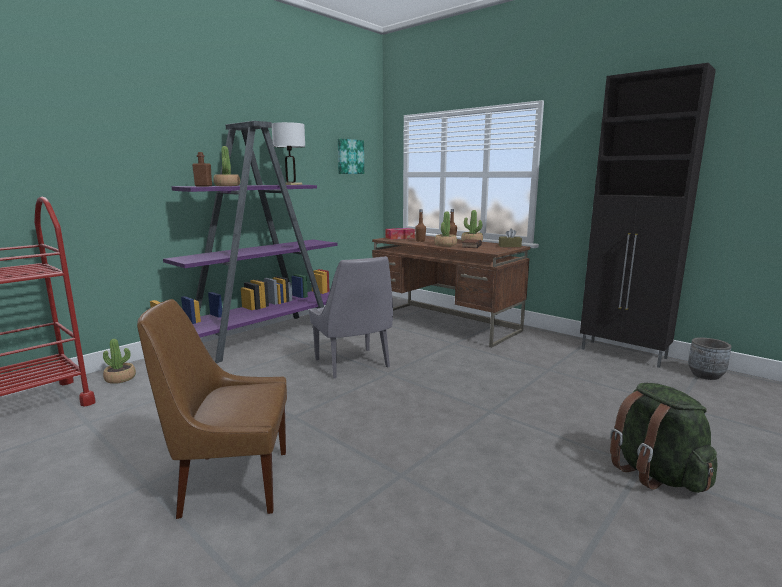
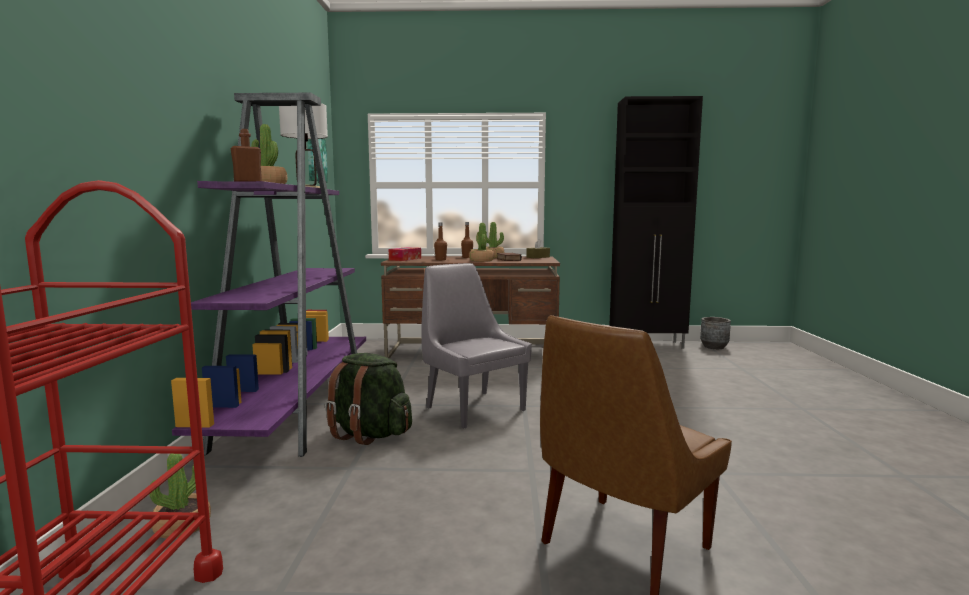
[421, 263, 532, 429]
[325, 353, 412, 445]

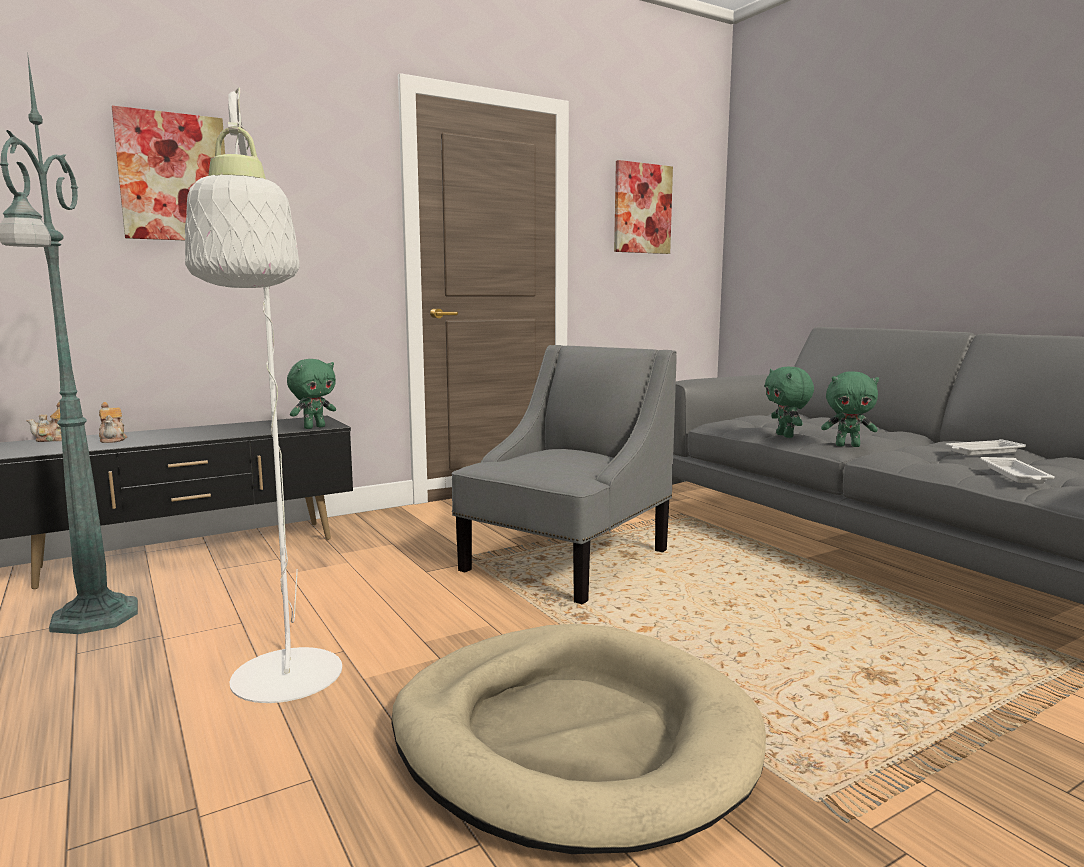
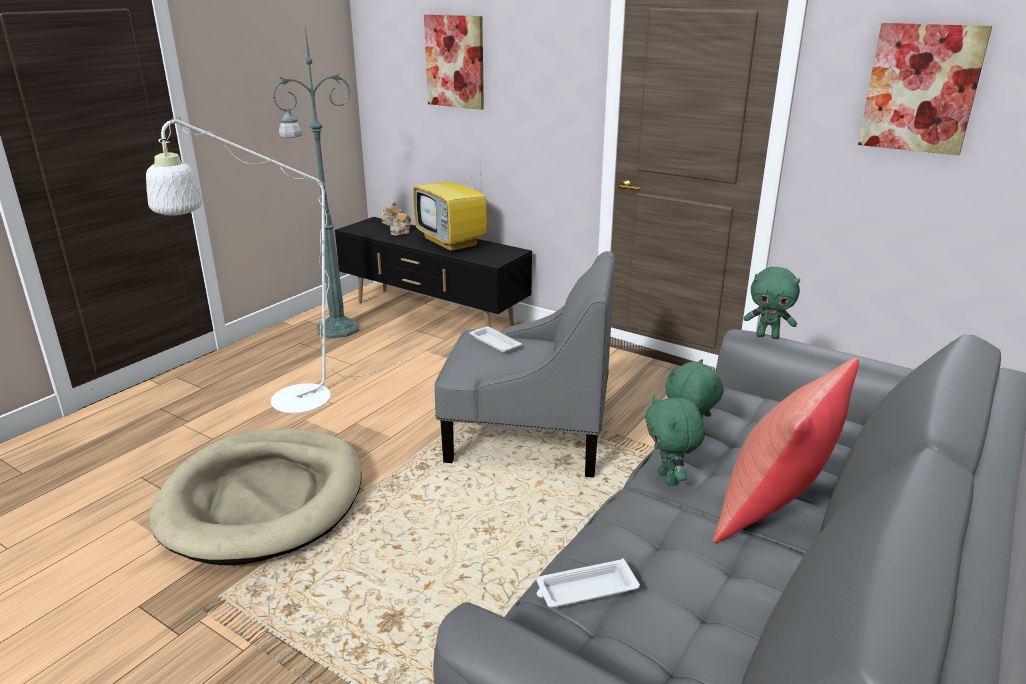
[744, 267, 800, 339]
[470, 327, 522, 353]
[413, 158, 487, 252]
[713, 358, 859, 543]

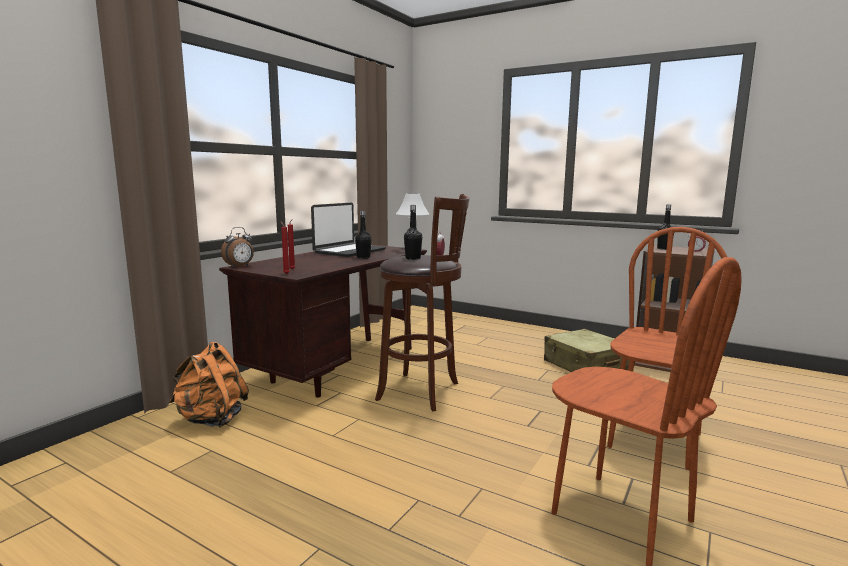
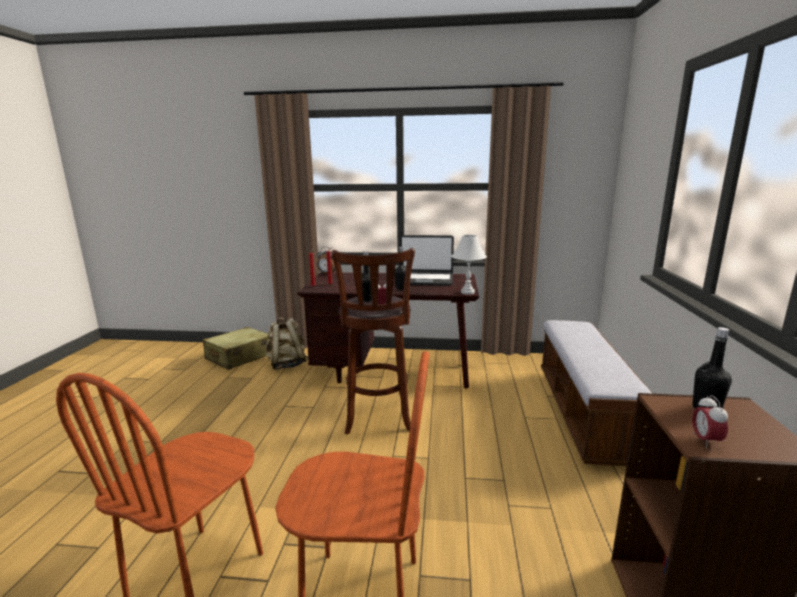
[266, 317, 308, 370]
[203, 327, 269, 370]
[541, 320, 653, 466]

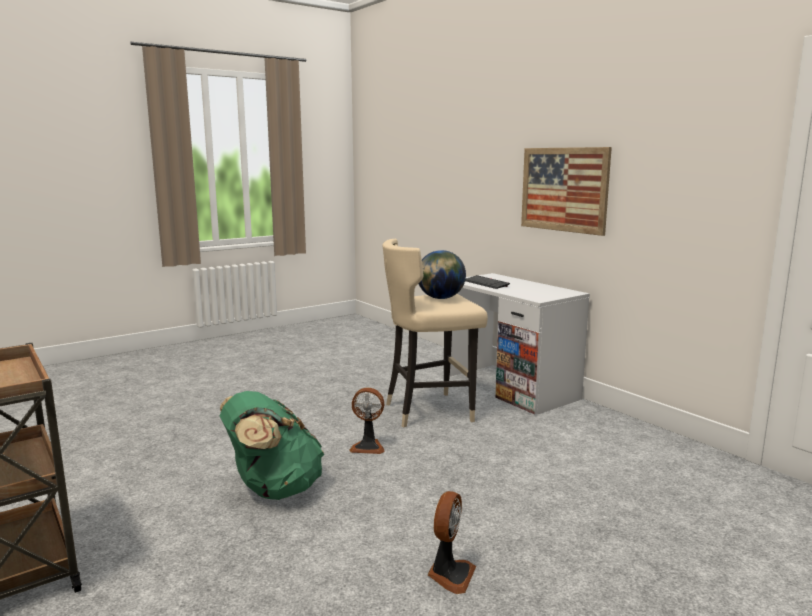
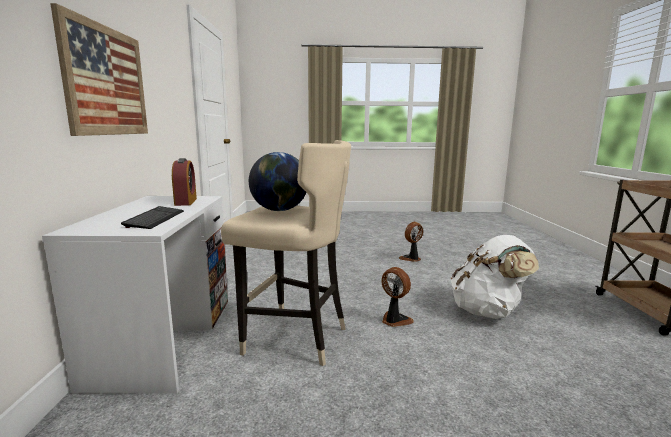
[451, 235, 539, 319]
[172, 158, 197, 206]

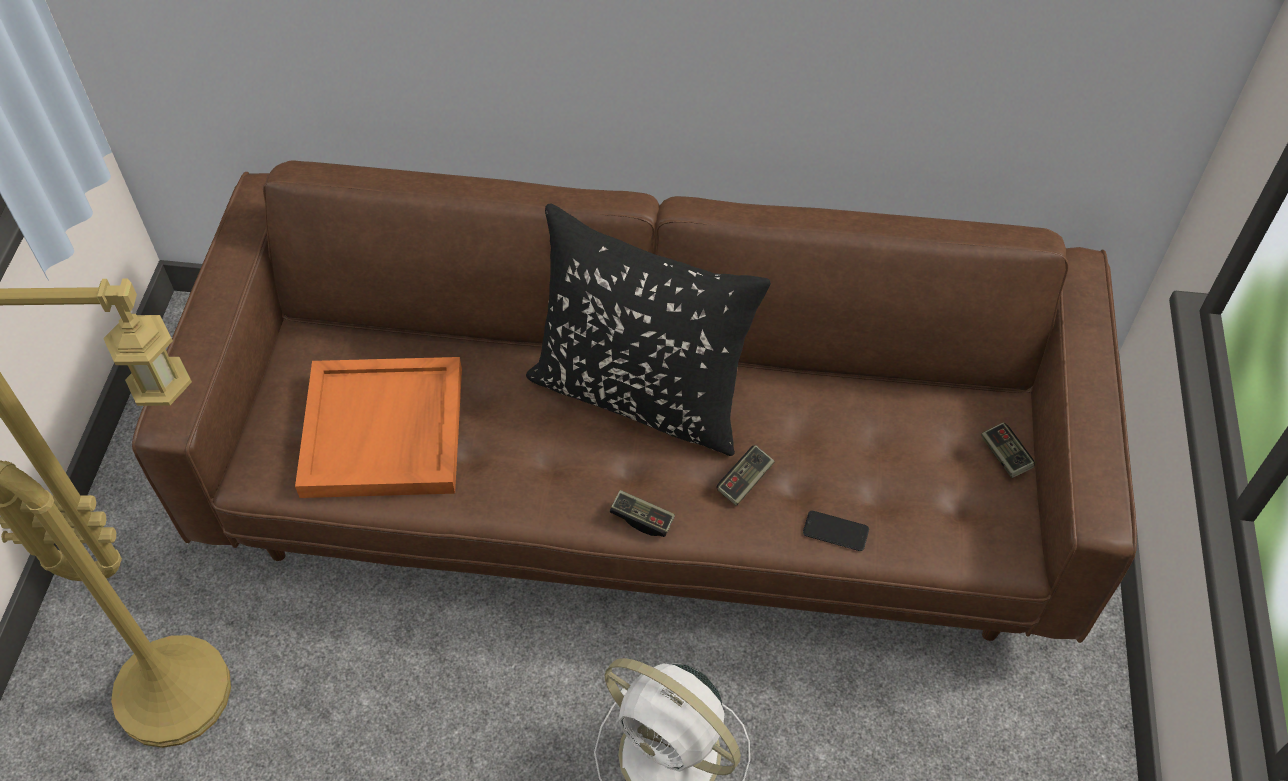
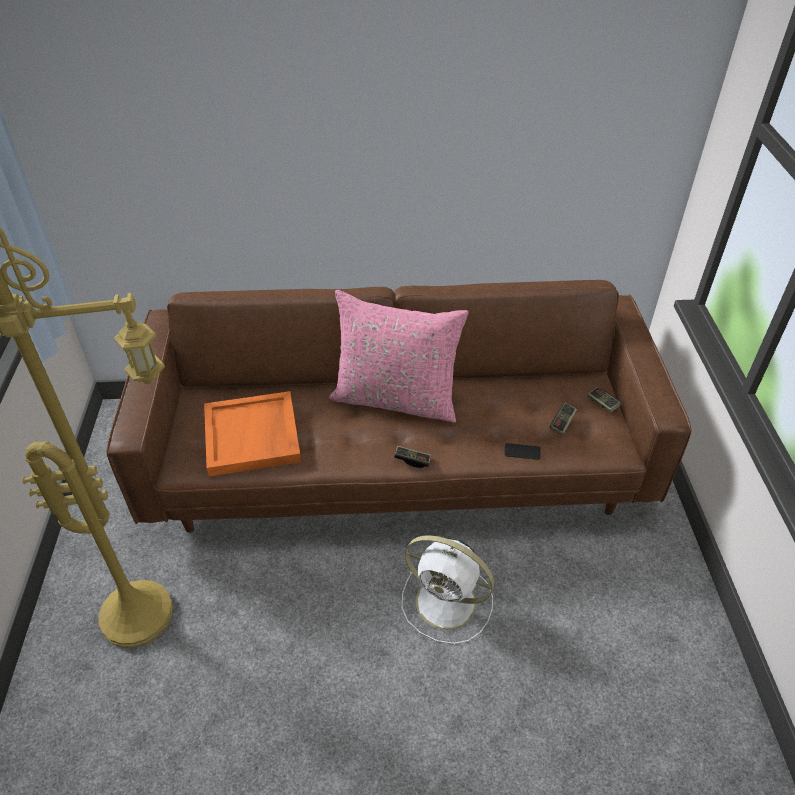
[329, 290, 469, 423]
[550, 402, 577, 435]

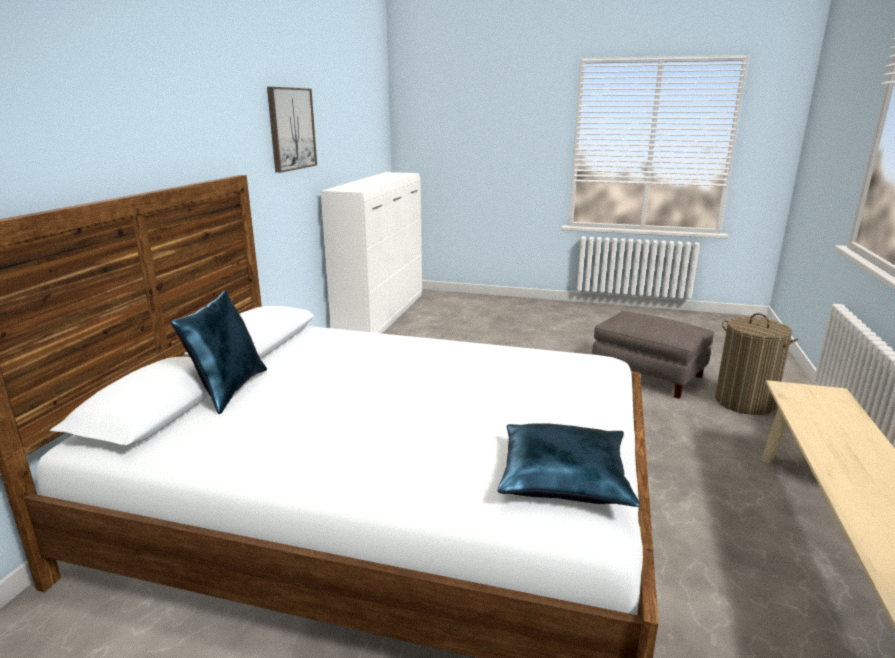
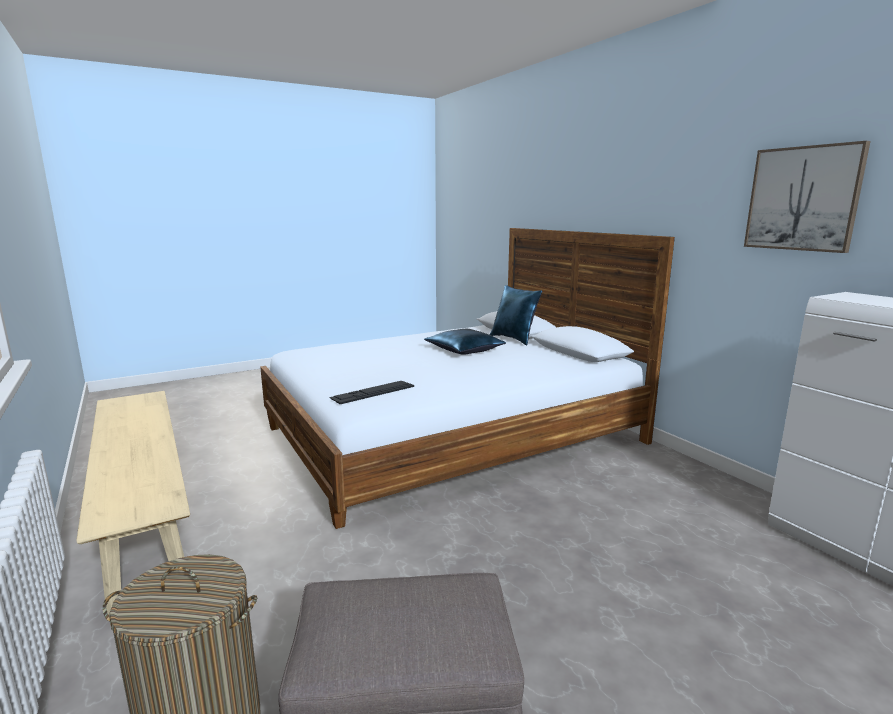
[424, 329, 506, 355]
[329, 381, 414, 404]

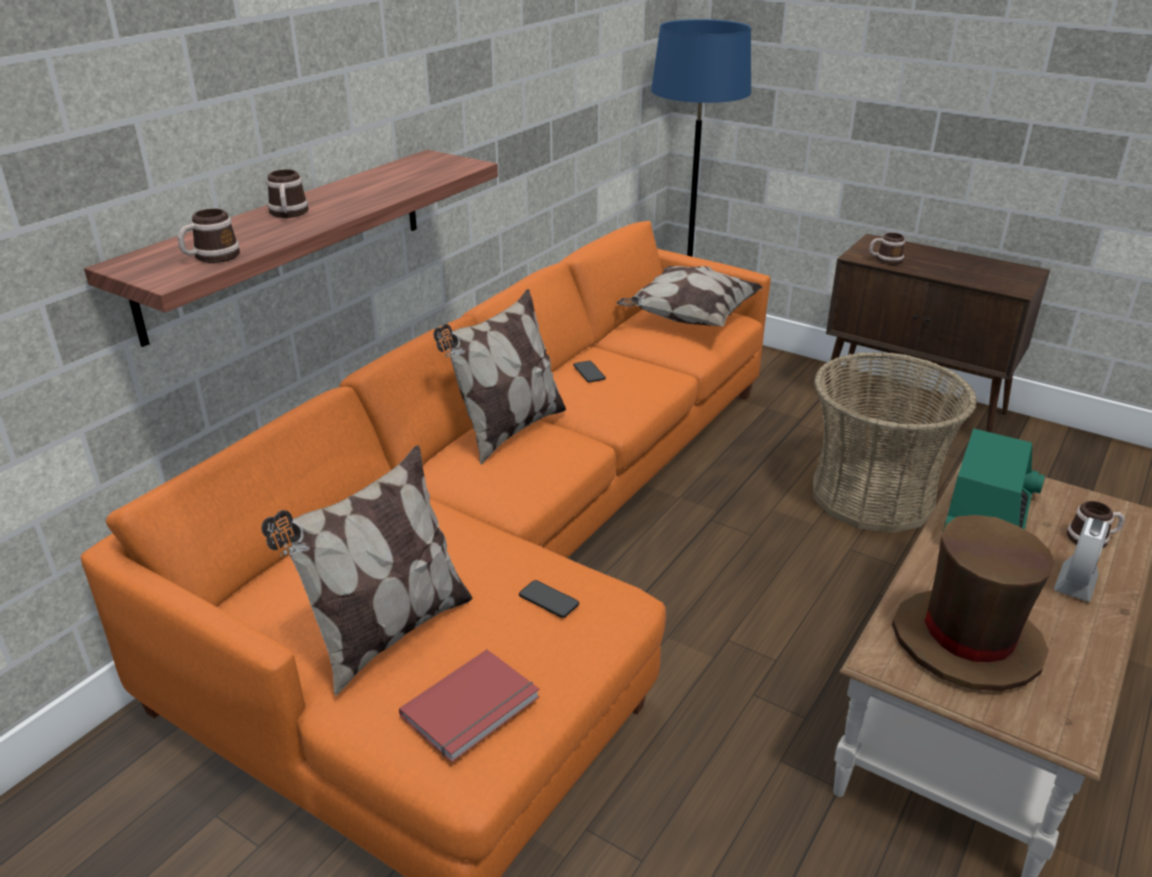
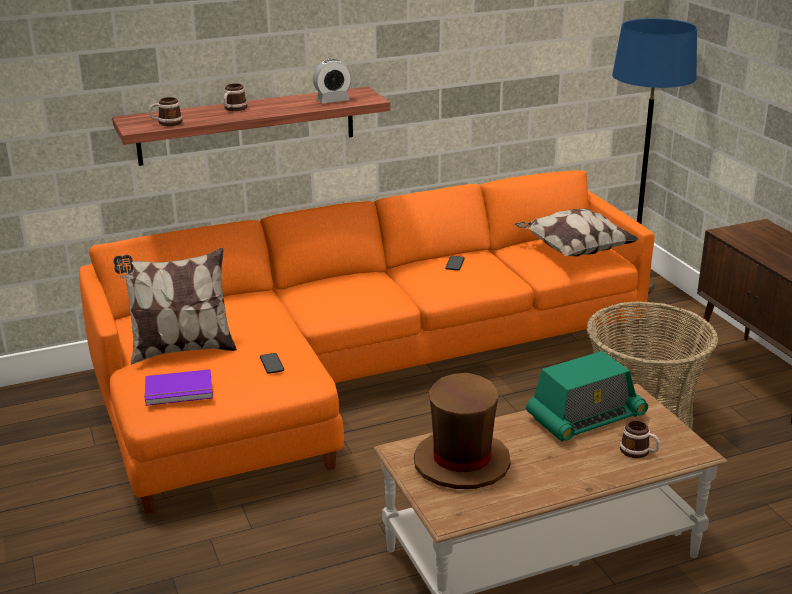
[144, 369, 213, 406]
[433, 289, 566, 465] (first image)
[869, 233, 905, 265] (first image)
[313, 59, 352, 103]

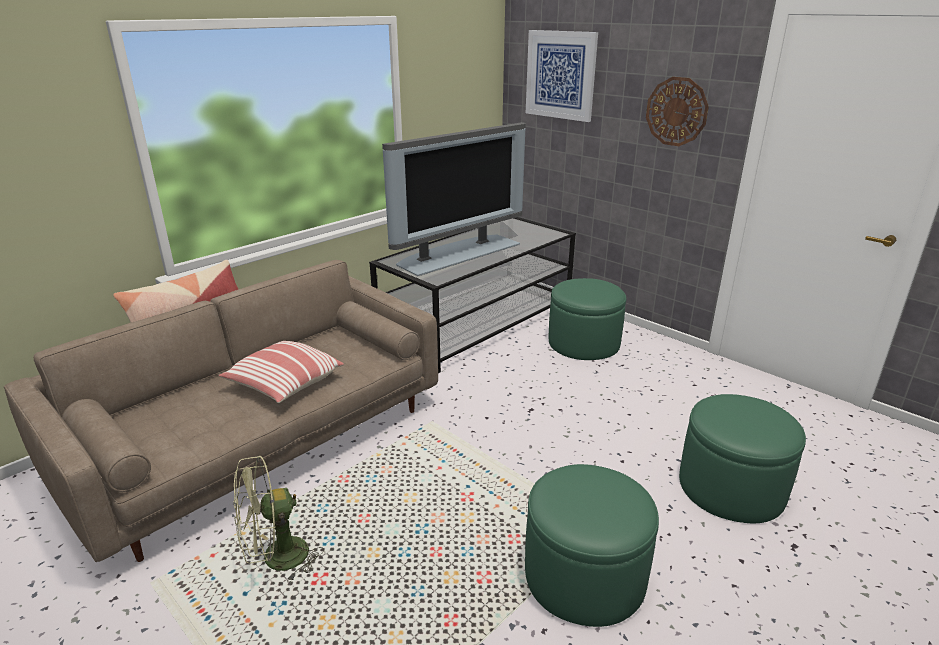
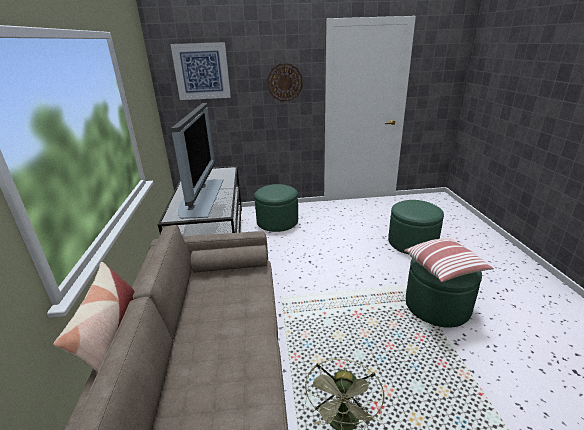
[404, 238, 494, 282]

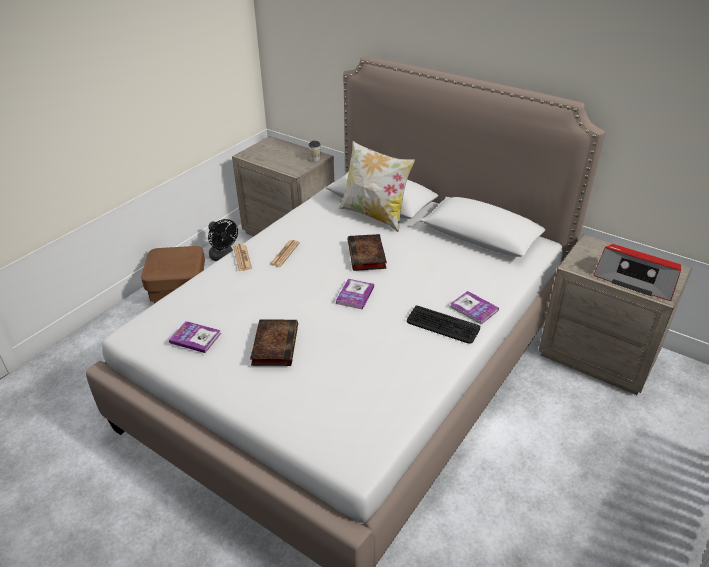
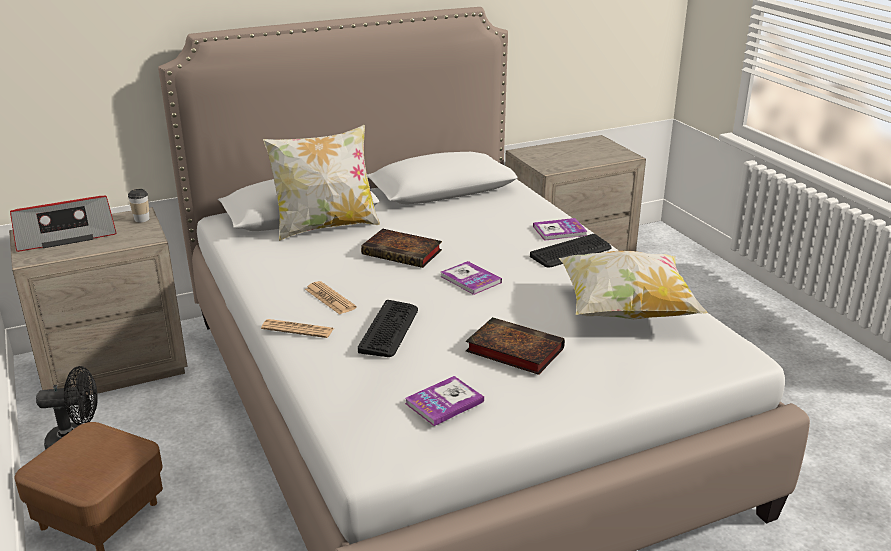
[10, 195, 117, 252]
[358, 300, 418, 357]
[559, 251, 708, 319]

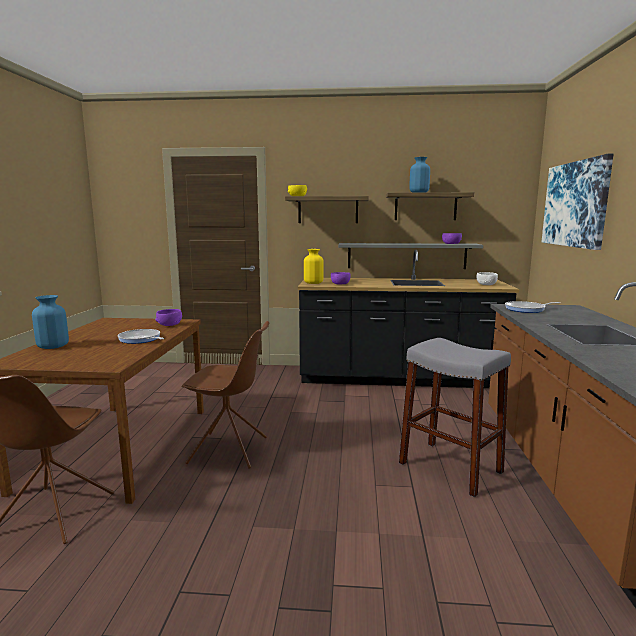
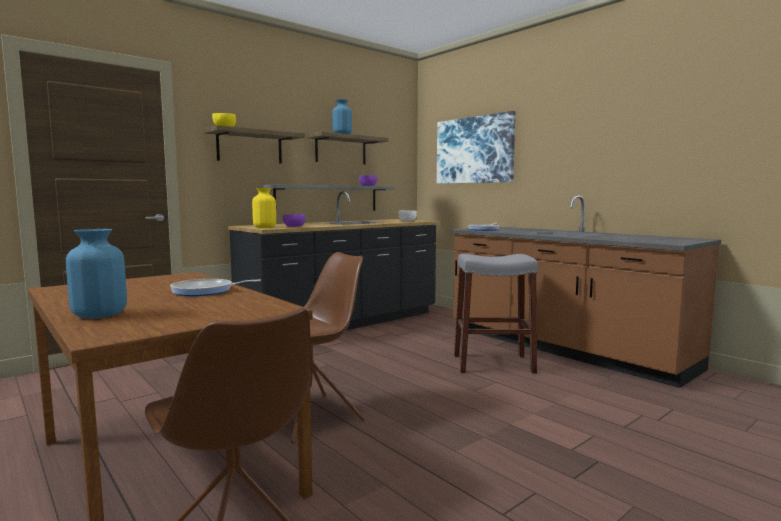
[155, 309, 182, 326] (first image)

